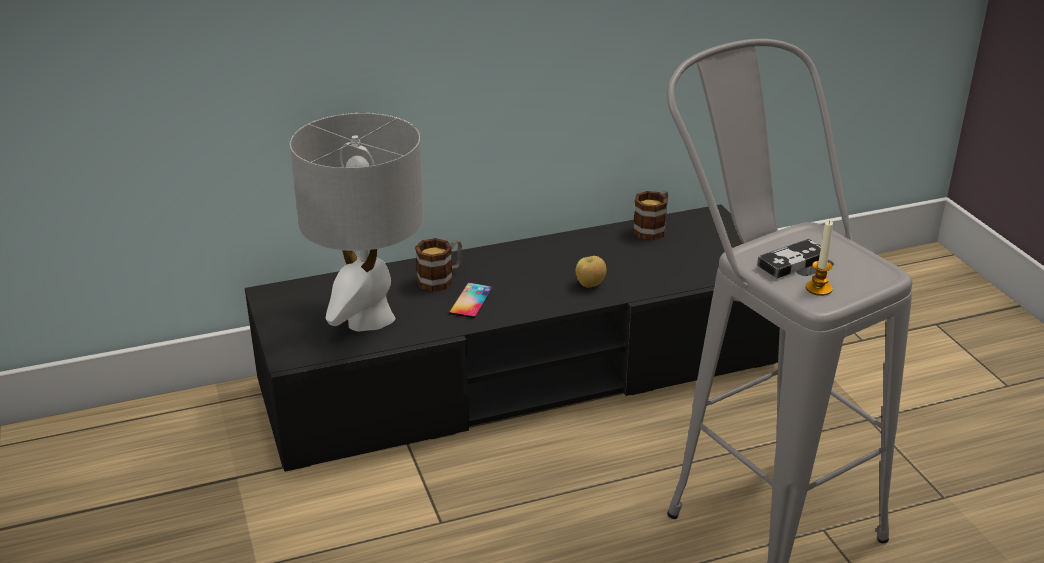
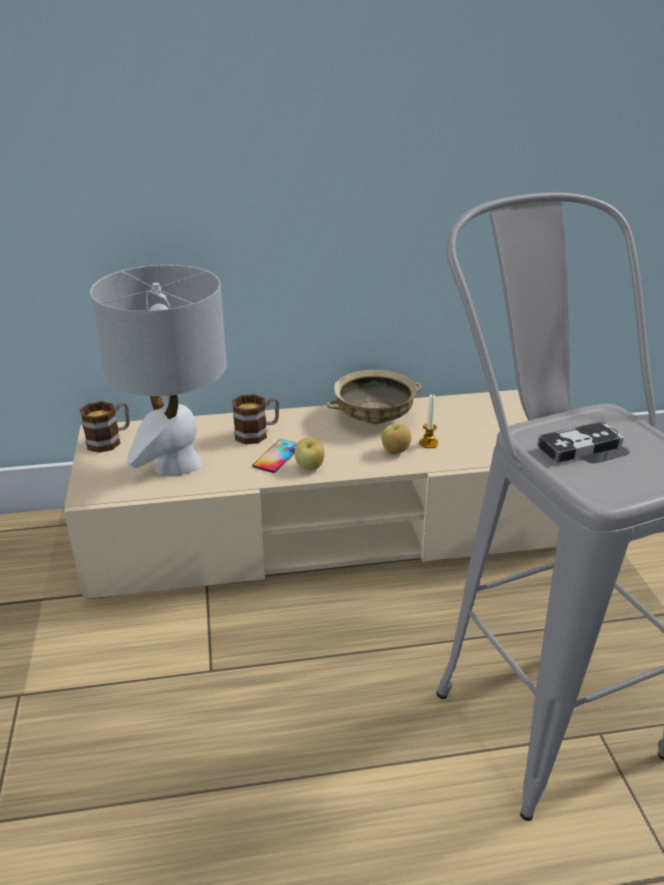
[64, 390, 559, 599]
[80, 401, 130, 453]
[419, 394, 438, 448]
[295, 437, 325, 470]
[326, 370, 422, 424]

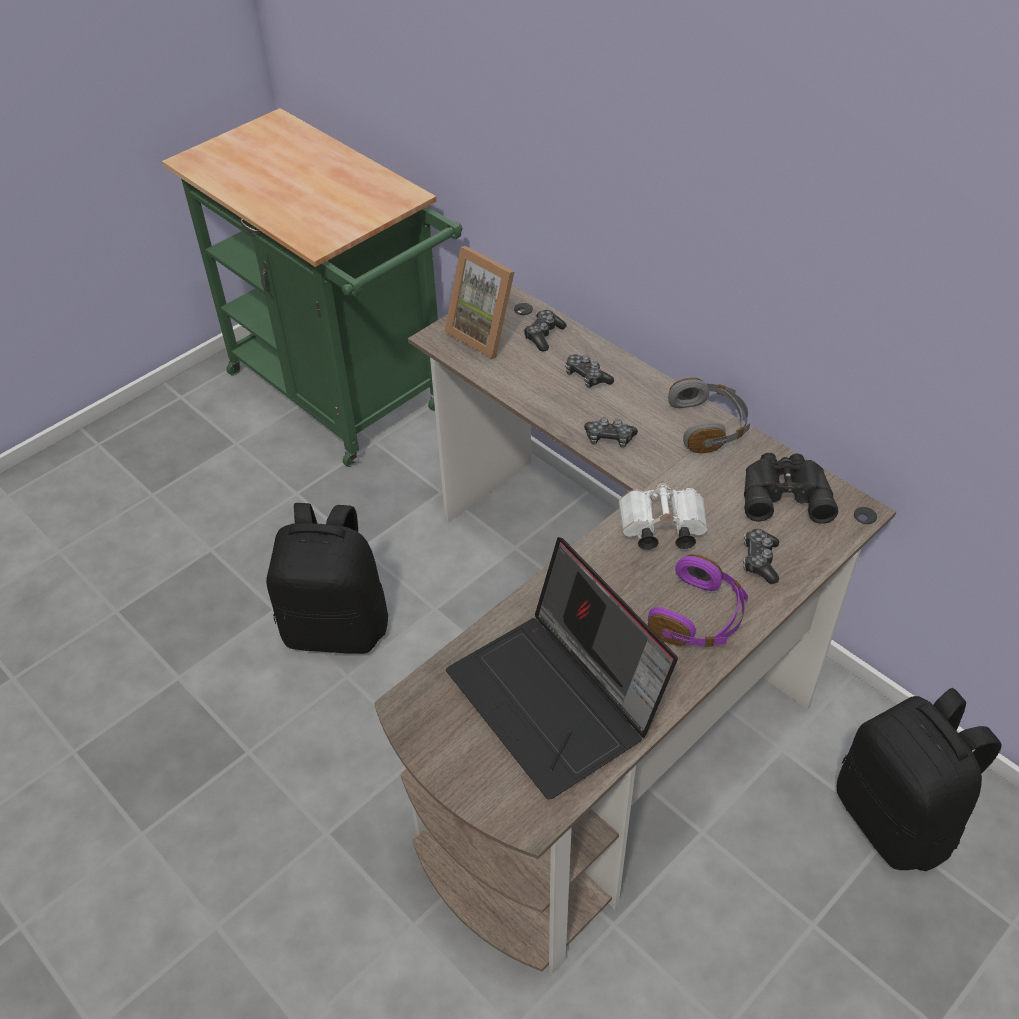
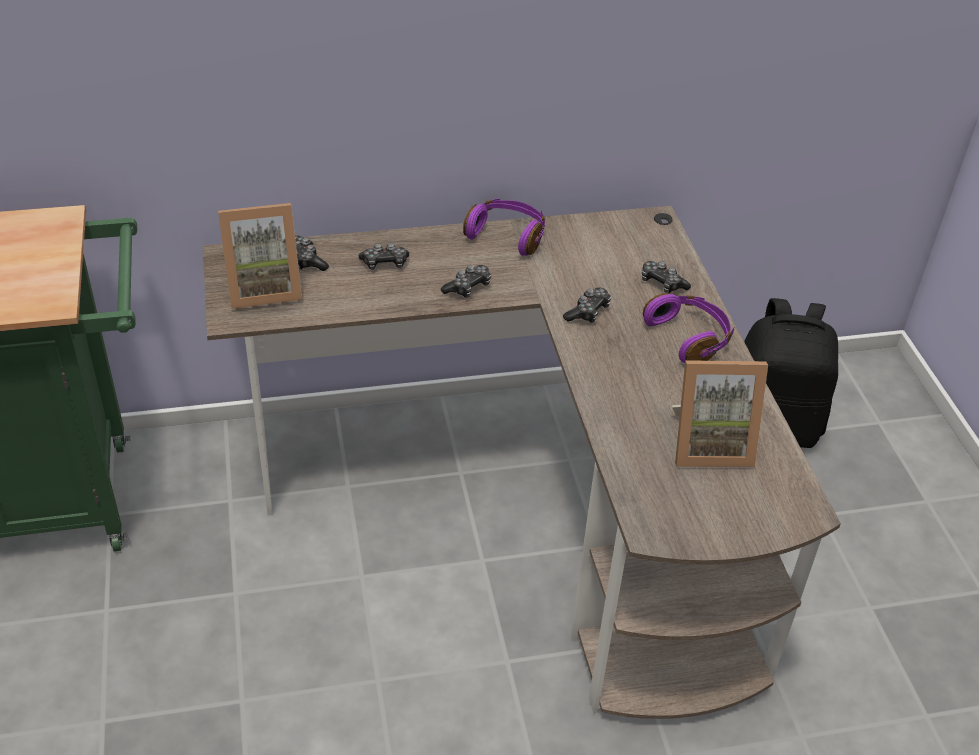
[266, 503, 388, 654] (first image)
[672, 360, 768, 467]
[563, 288, 611, 323]
[463, 199, 545, 256]
[744, 453, 838, 524] (first image)

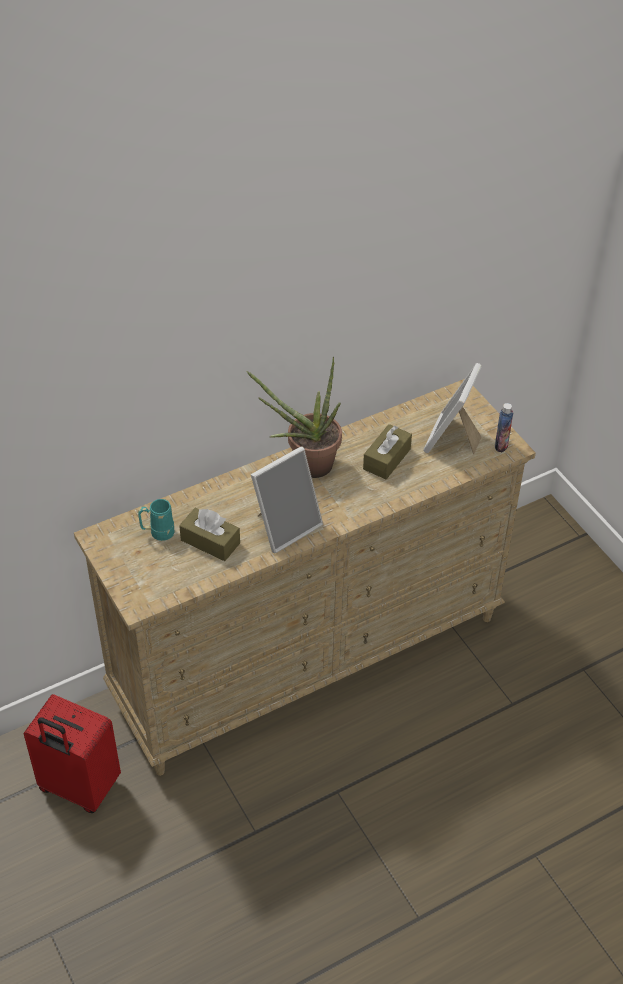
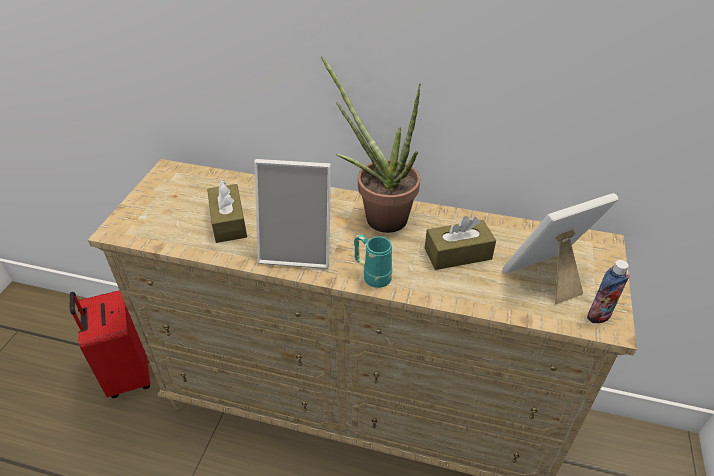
[354, 234, 392, 288]

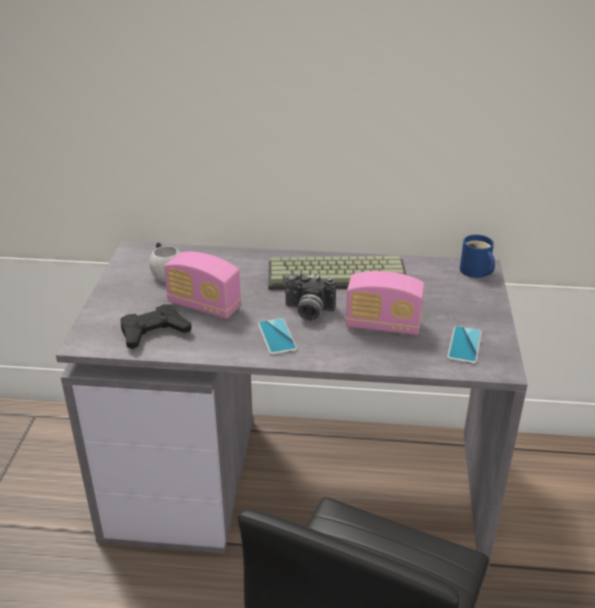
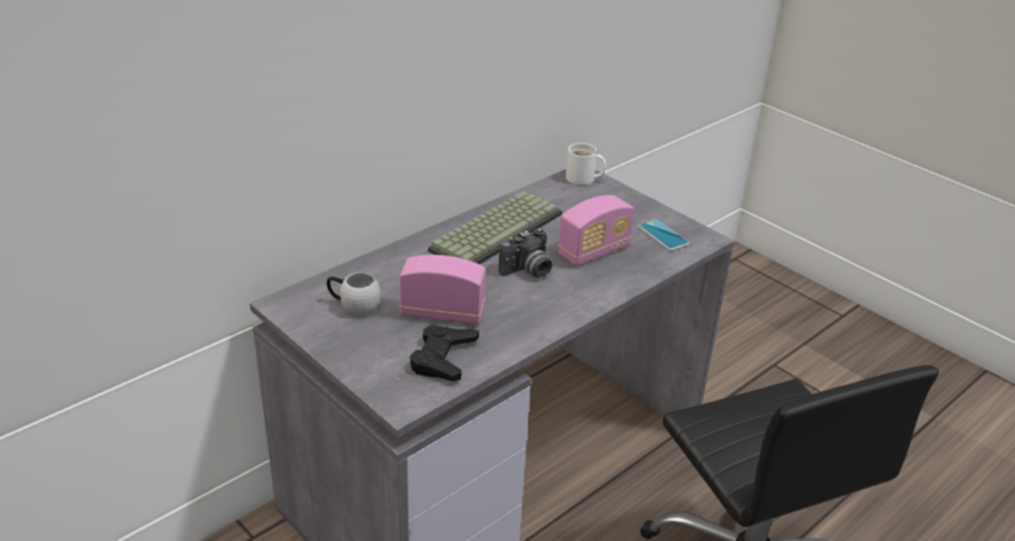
[400, 255, 485, 325]
[258, 318, 297, 355] (first image)
[566, 143, 606, 185]

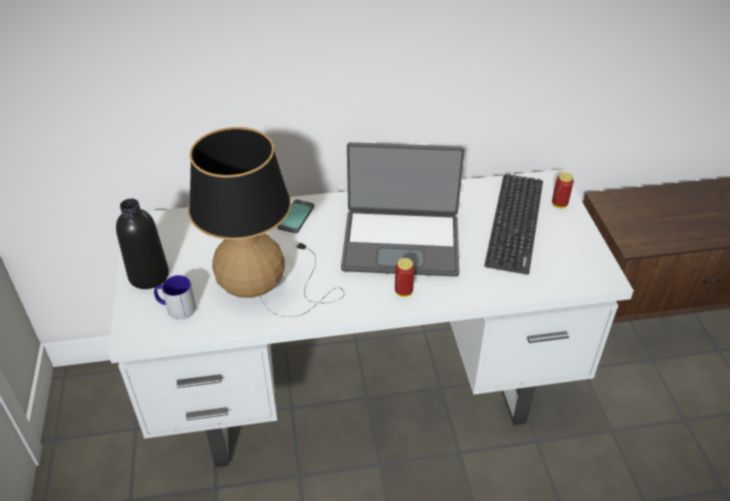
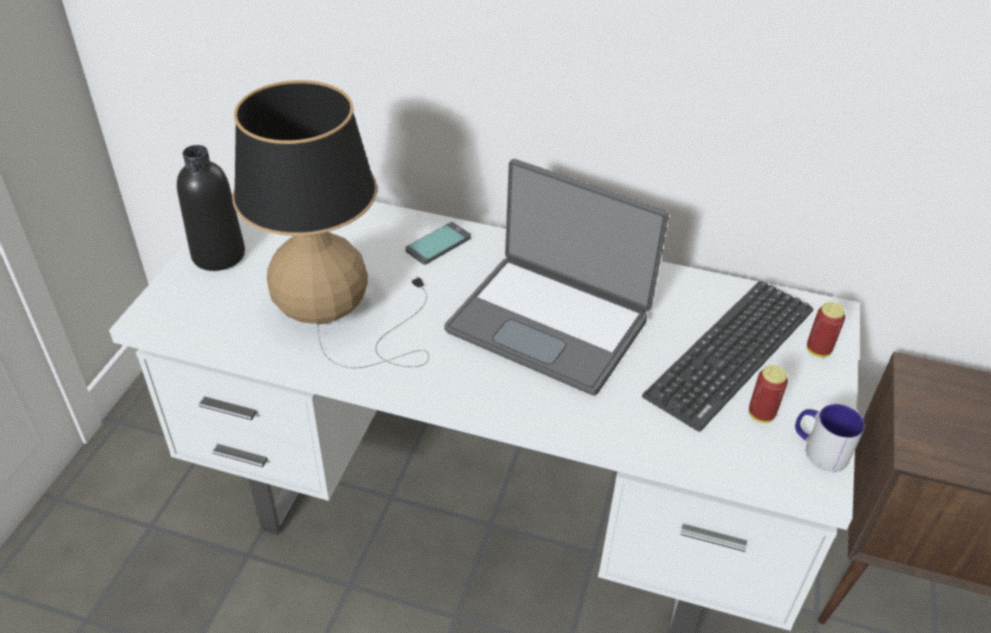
[795, 404, 865, 472]
[749, 365, 788, 423]

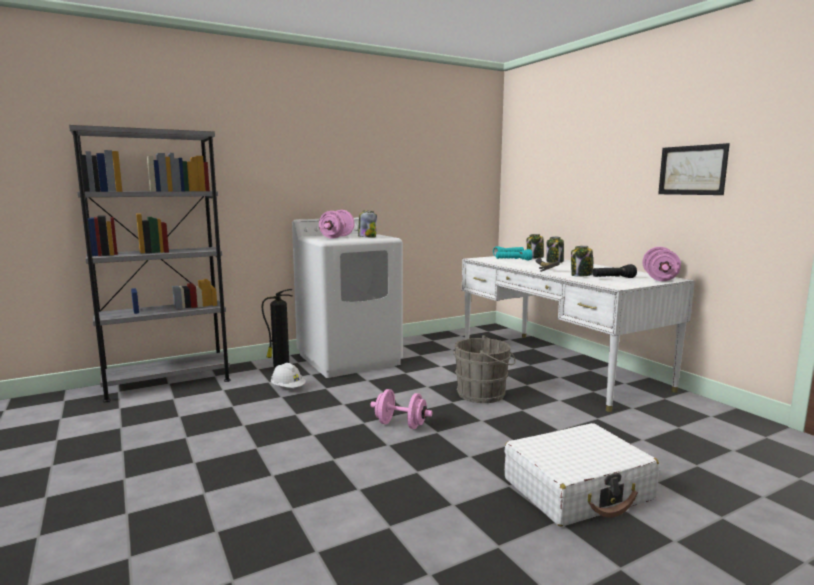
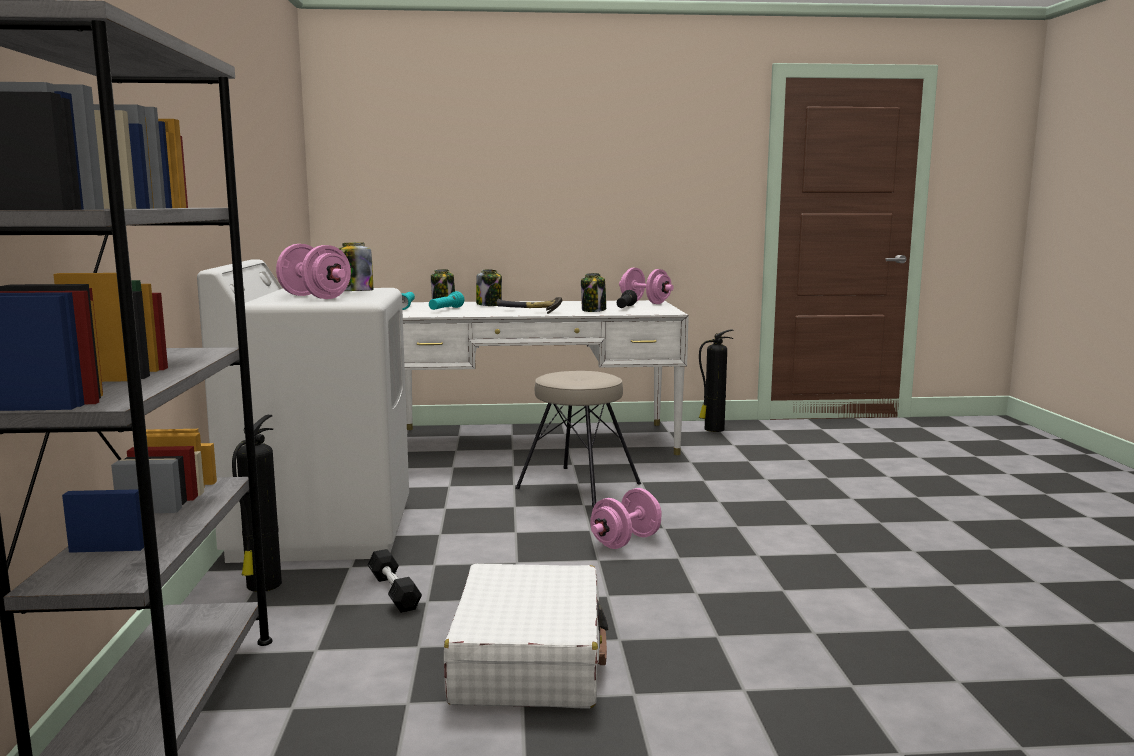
[368, 549, 422, 613]
[515, 371, 641, 507]
[444, 564, 609, 709]
[658, 143, 730, 195] (first image)
[699, 329, 734, 432]

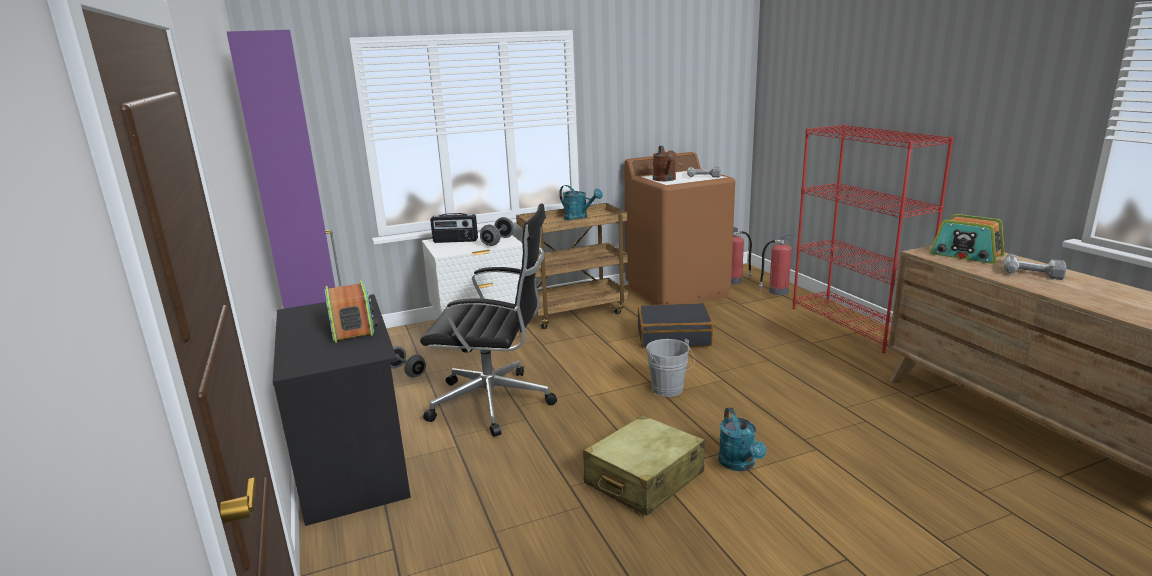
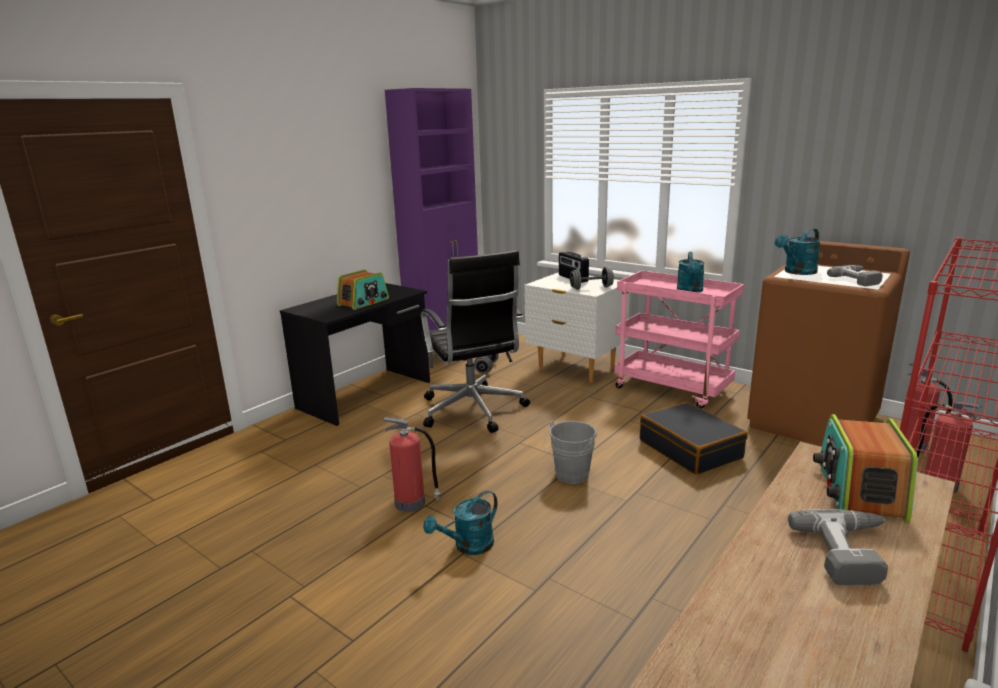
[614, 271, 744, 409]
[383, 417, 440, 512]
[775, 228, 821, 275]

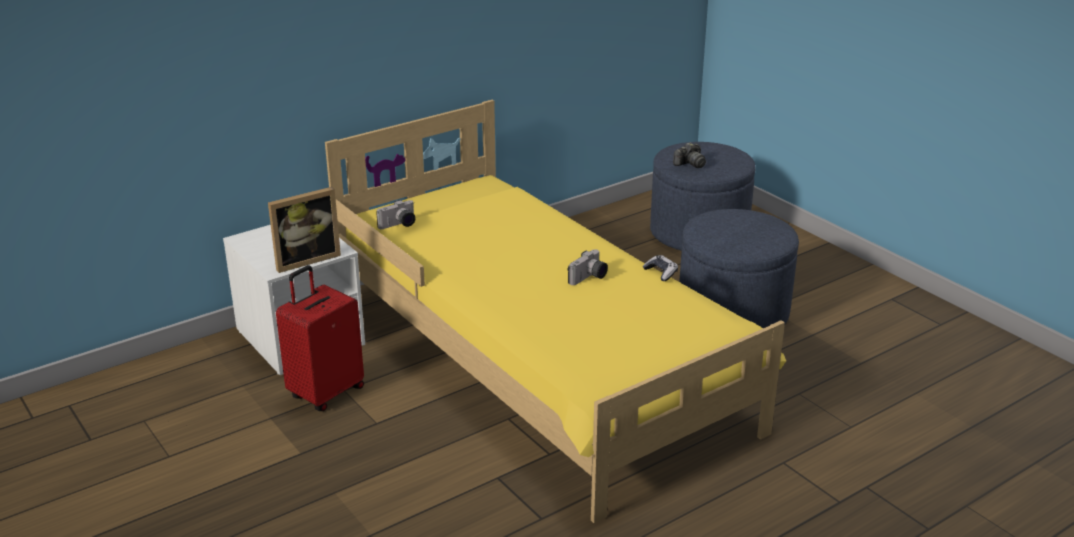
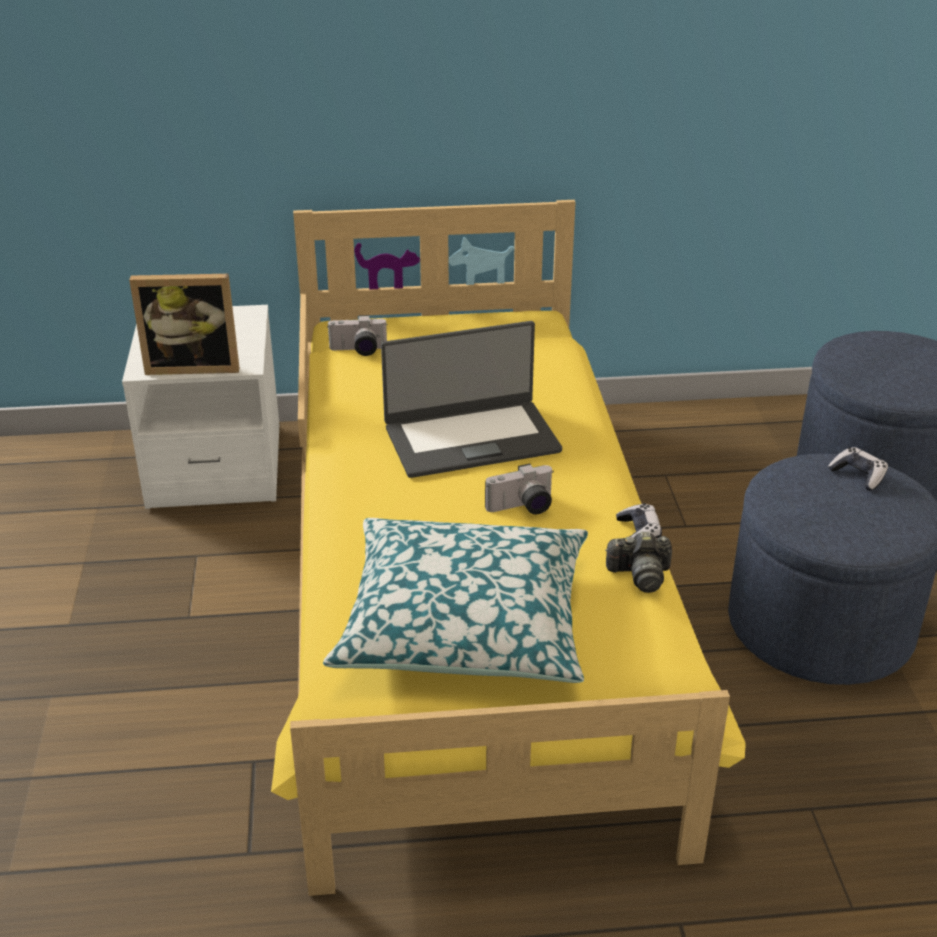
[276, 265, 364, 411] (first image)
[605, 531, 672, 593]
[323, 518, 588, 683]
[381, 321, 562, 478]
[828, 447, 888, 491]

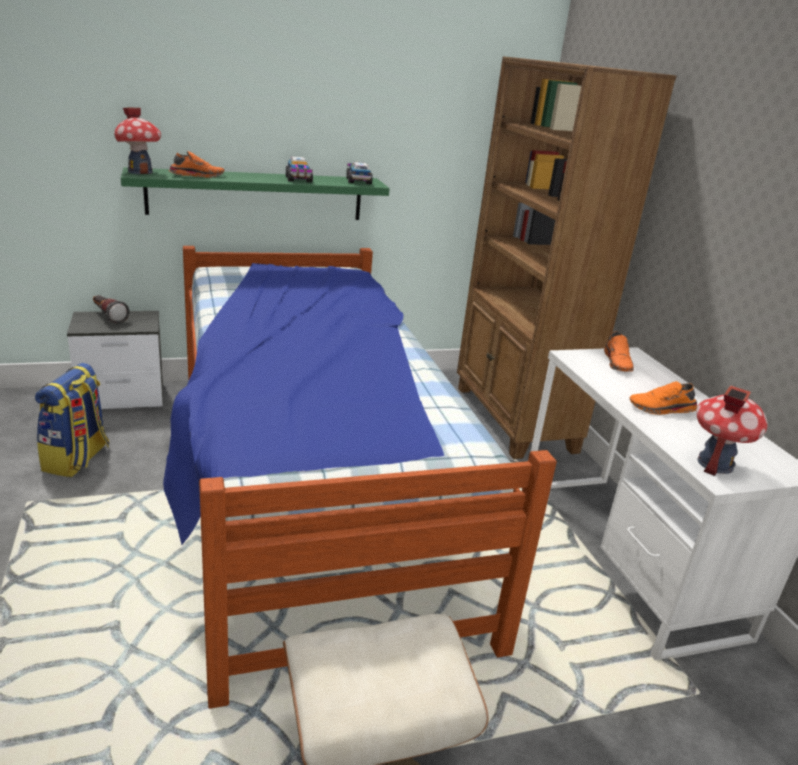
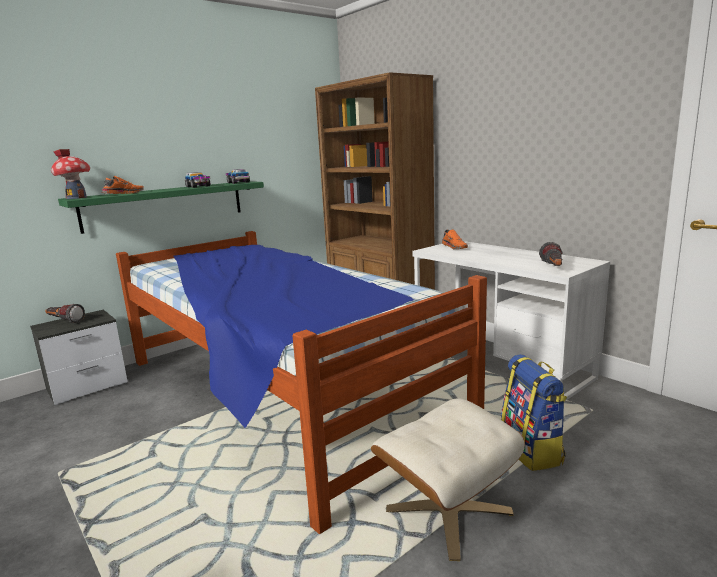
[501, 354, 567, 471]
[629, 381, 697, 415] (first image)
[539, 242, 562, 266]

